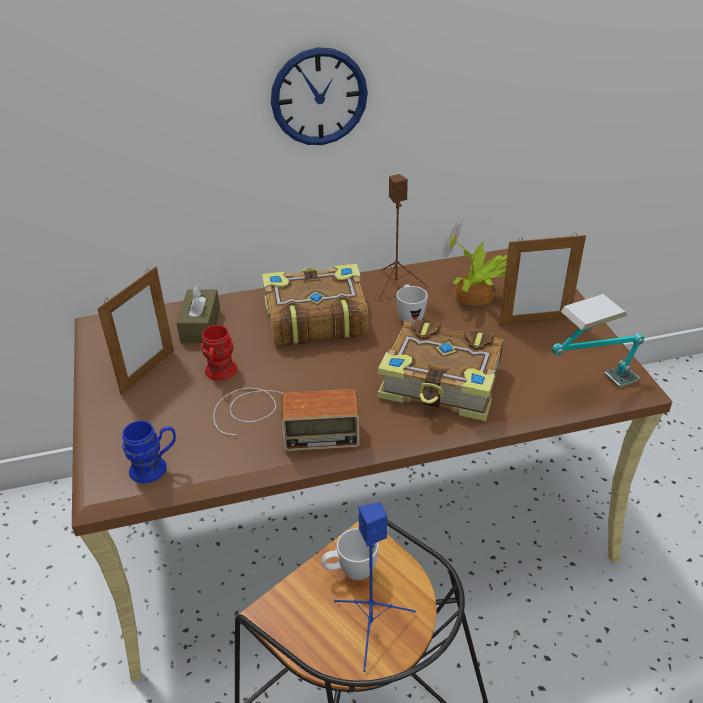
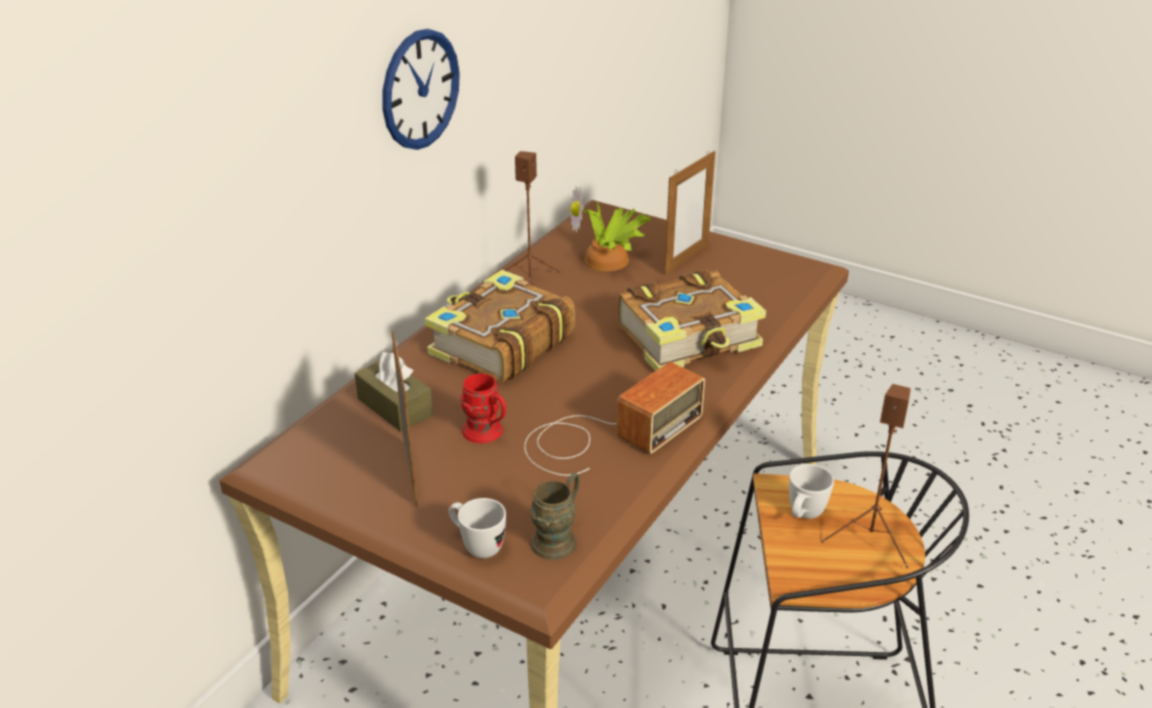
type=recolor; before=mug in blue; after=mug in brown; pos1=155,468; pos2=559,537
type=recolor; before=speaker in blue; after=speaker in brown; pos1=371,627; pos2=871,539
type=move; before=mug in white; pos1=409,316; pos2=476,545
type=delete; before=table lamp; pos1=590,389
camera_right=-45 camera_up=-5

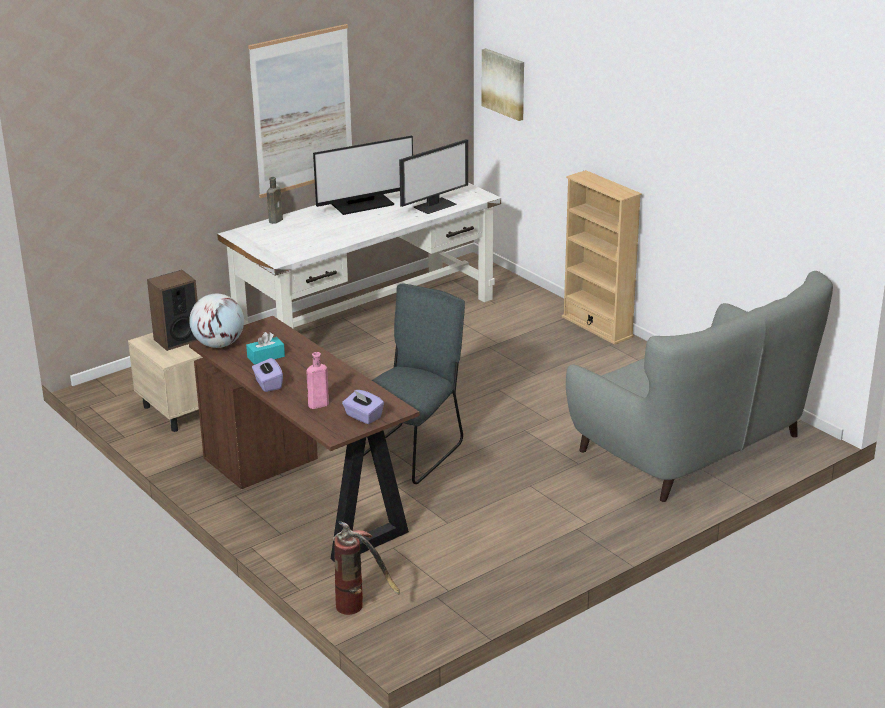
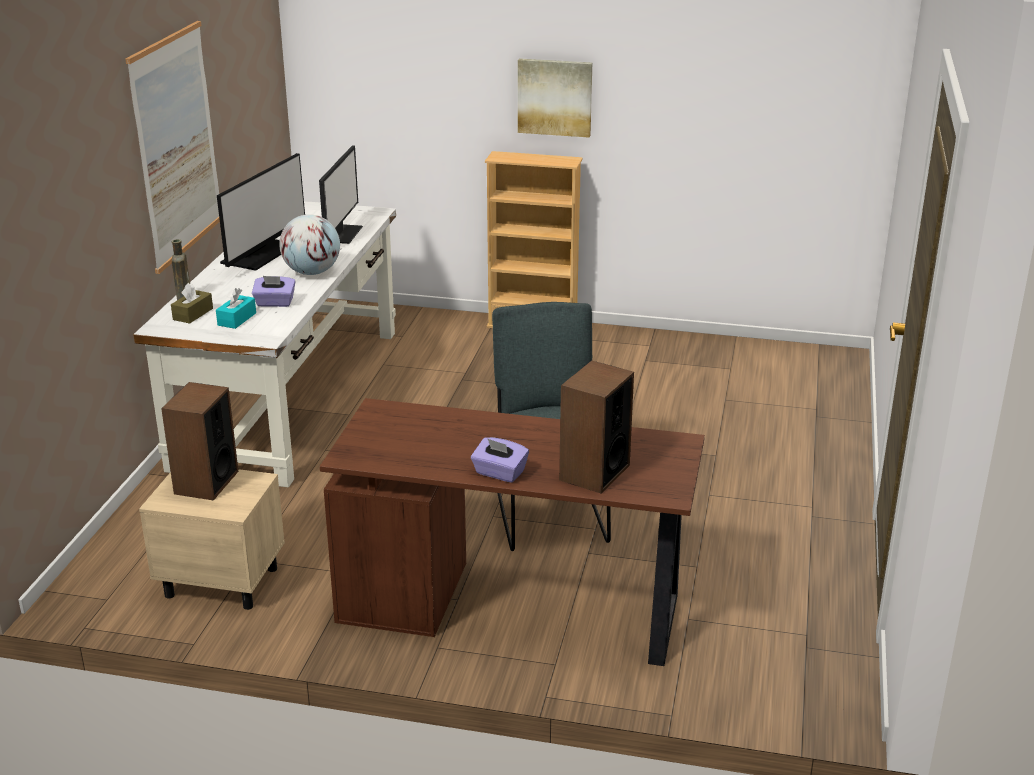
type=move; before=globe; pos1=218,344; pos2=311,272
type=move; before=tissue box in turquoise; pos1=266,357; pos2=237,319
type=replace; before=bottle in pink; after=speaker; pos1=317,405; pos2=594,472
type=delete; before=fire extinguisher; pos1=360,606
type=move; before=tissue box in purple; pos1=363,417; pos2=275,303
type=move; before=picture; pos1=504,83; pos2=555,97
type=delete; before=sofa in grey; pos1=693,446
type=insert; after=tissue box in brown; pos2=193,314
camera_right=-40 camera_up=0

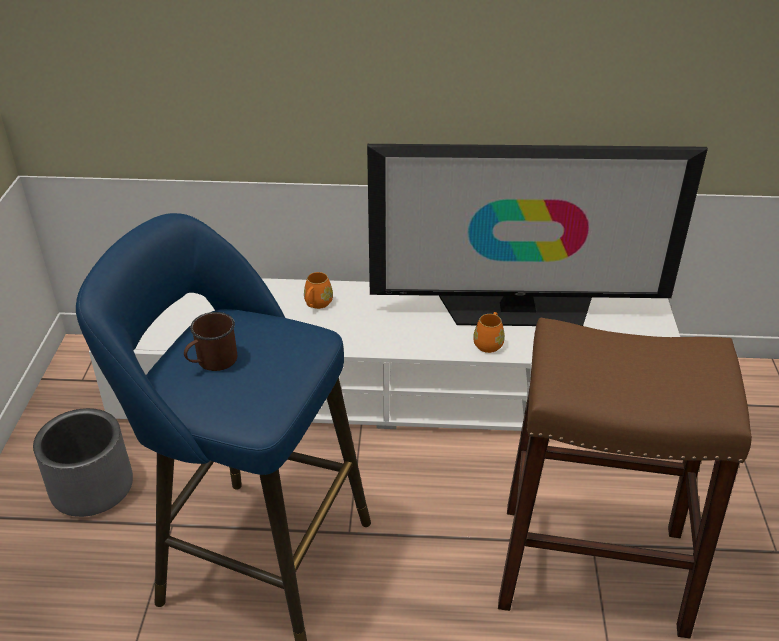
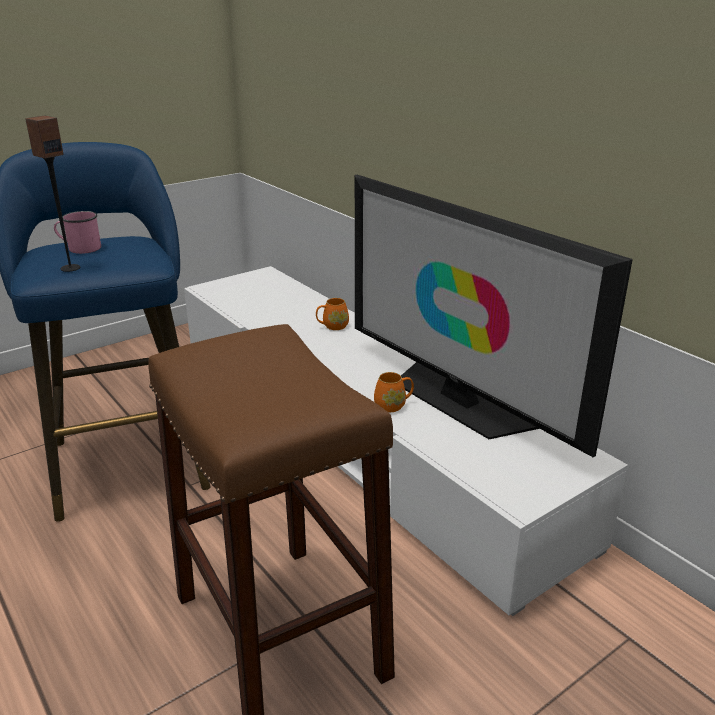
type=delete; before=planter in grey; pos1=92,487
type=recolor; before=mug in brown; after=mug in pink; pos1=212,362; pos2=80,248
type=insert; after=speaker; pos2=70,268
camera_right=50 camera_up=-10

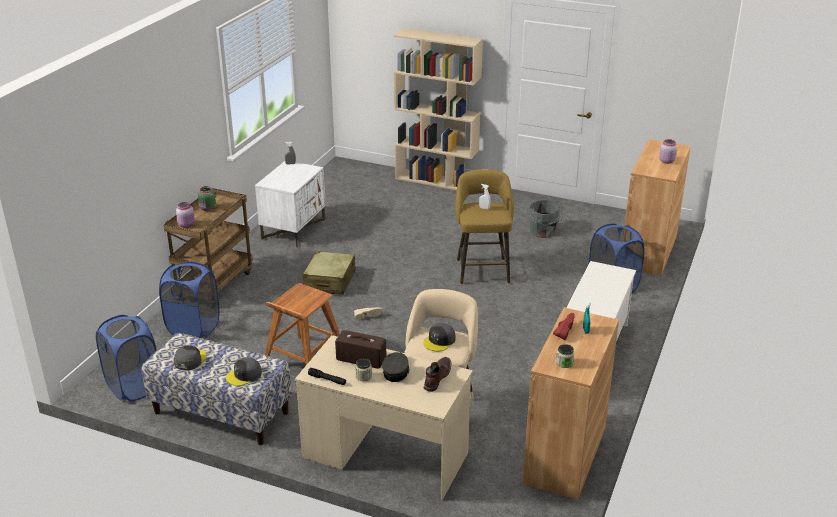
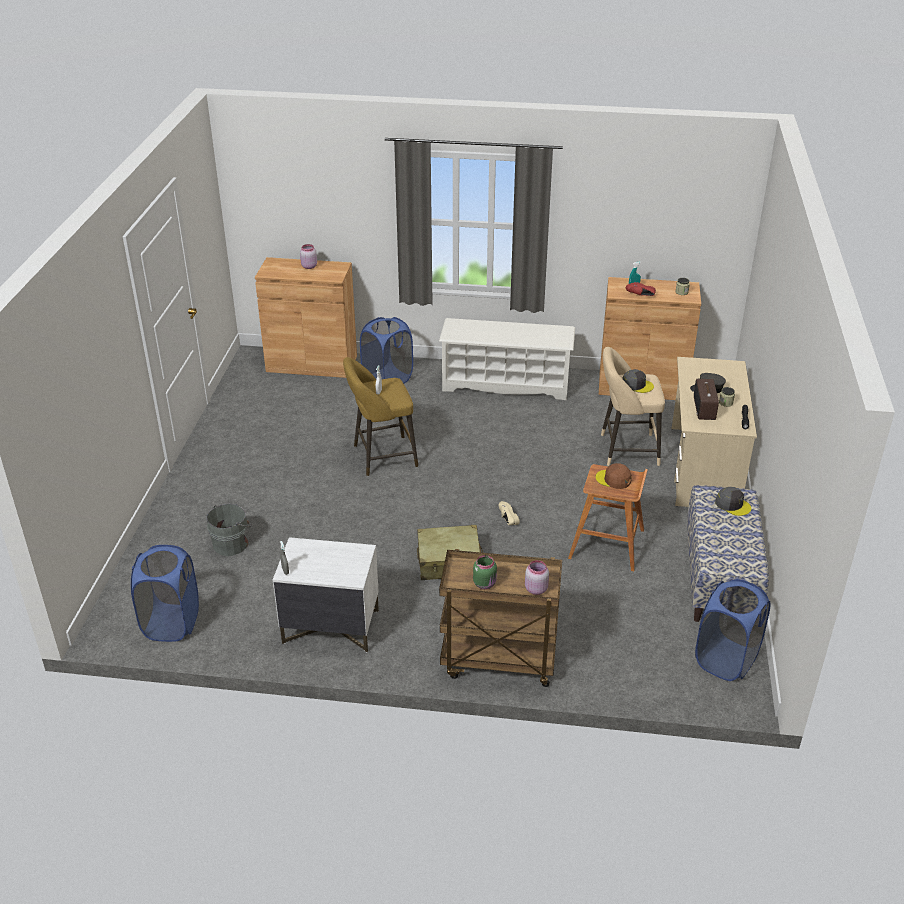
type=move; before=laundry basket in blue; pos1=194,328; pos2=171,623
type=delete; before=cap in grey; pos1=190,360
type=delete; before=bookcase in beige; pos1=437,181
type=delete; before=boot in brown; pos1=436,377
type=move; before=bucket in grey; pos1=543,232; pos2=232,543
type=insert; after=cap in brown; pos2=613,479
camera_right=-105 camera_up=5

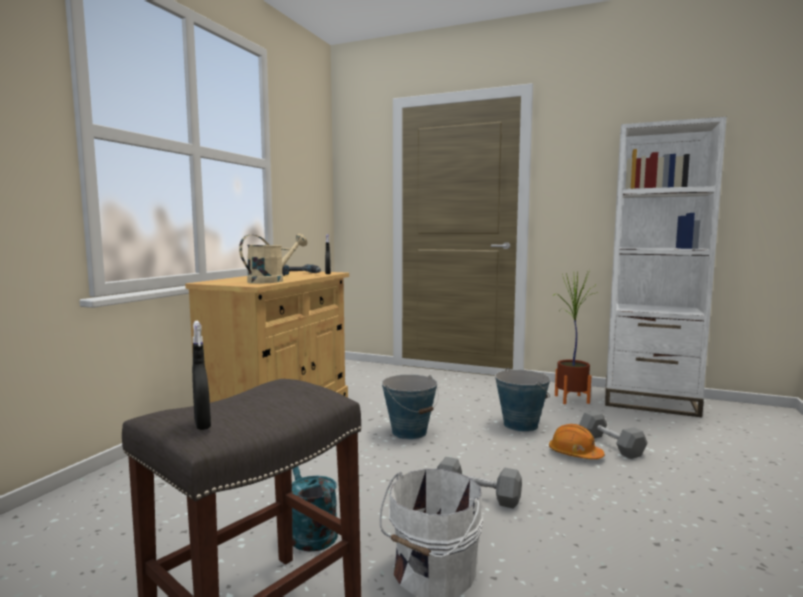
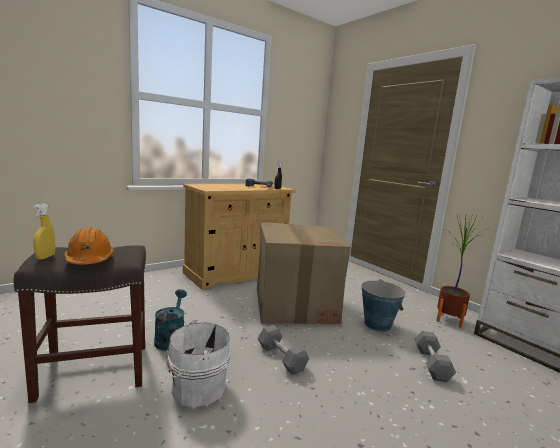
type=recolor; before=spray bottle in black; after=spray bottle in yellow; pos1=202,424; pos2=45,257
type=delete; before=watering can in beige; pos1=271,281
type=replace; before=bucket; after=cardboard box; pos1=409,432; pos2=294,304
type=move; before=hard hat in orange; pos1=574,454; pos2=89,260
camera_right=30 camera_up=5

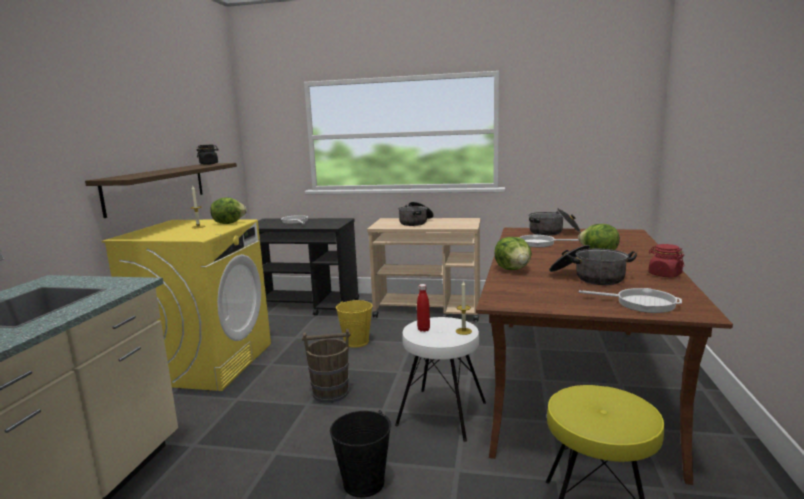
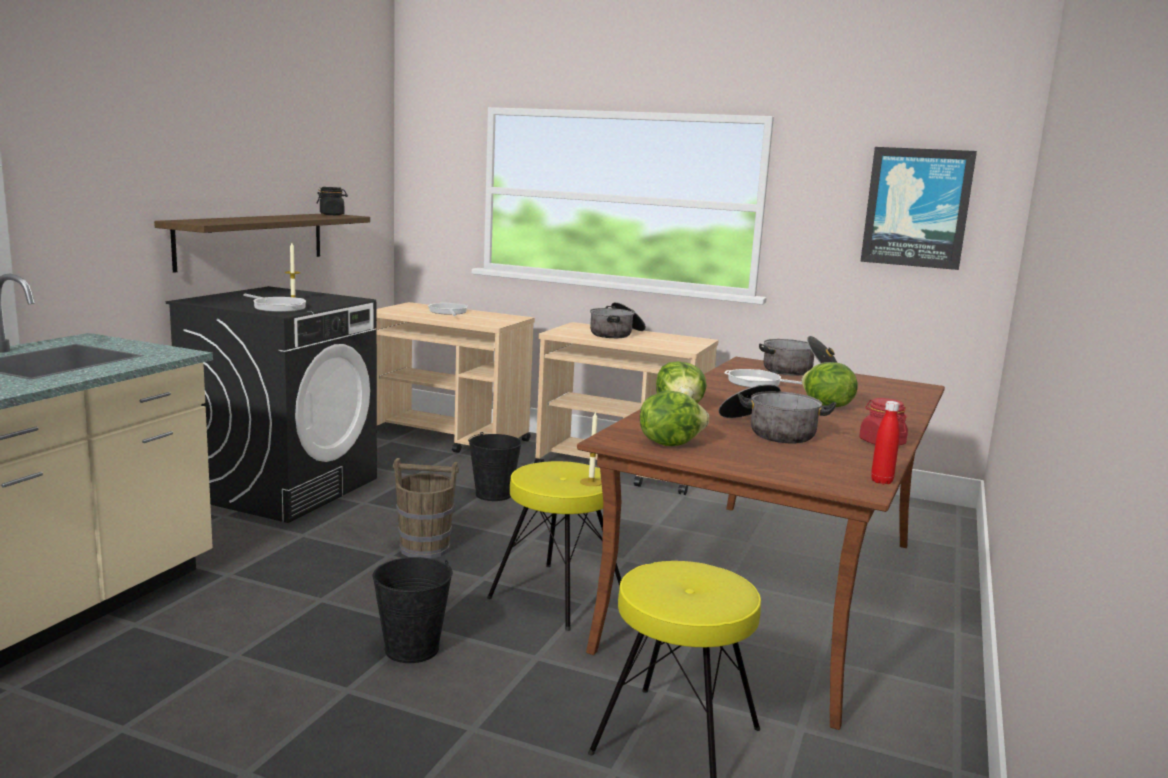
type=recolor; before=washing machine in yellow; after=washing machine in black; pos1=206,362; pos2=283,487
type=move; before=lettuce; pos1=228,223; pos2=669,443
type=recolor; before=cart in black; after=cart in beige; pos1=306,306; pos2=450,439
type=recolor; before=bucket in yellow; after=bucket in black; pos1=356,342; pos2=494,494
type=recolor; before=stool in white; after=stool in yellow; pos1=441,413; pos2=557,595
type=move; before=bottle in red; pos1=423,329; pos2=881,481
type=move; before=frying pan; pos1=641,303; pos2=277,307
type=insert; after=picture; pos2=916,208
camera_right=10 camera_up=0

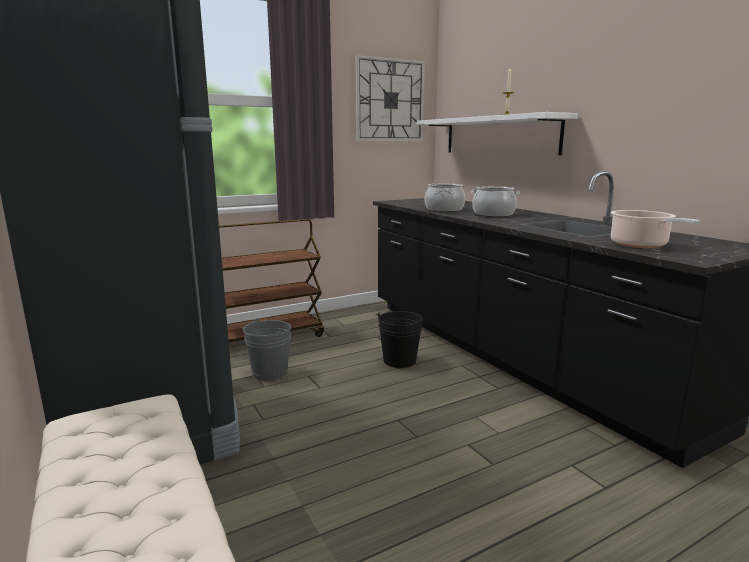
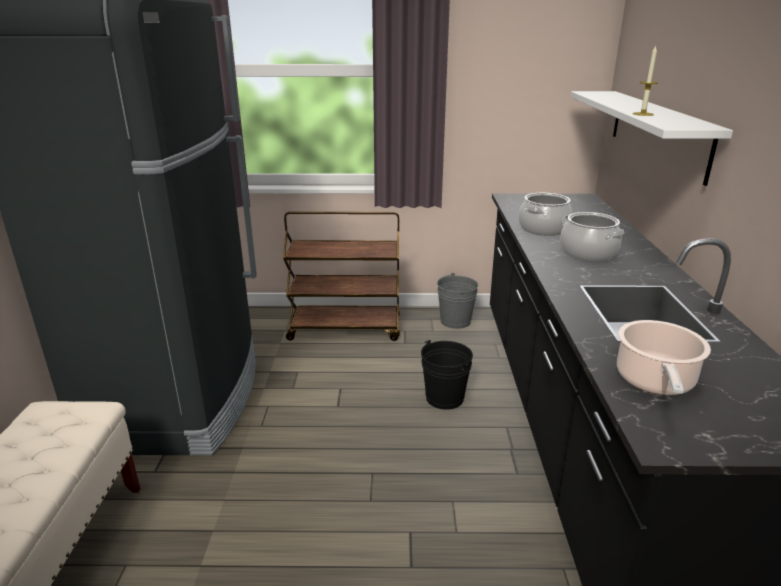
type=move; before=bucket in grey; pos1=270,372; pos2=455,321
type=delete; before=wall clock; pos1=390,100
camera_right=30 camera_up=10

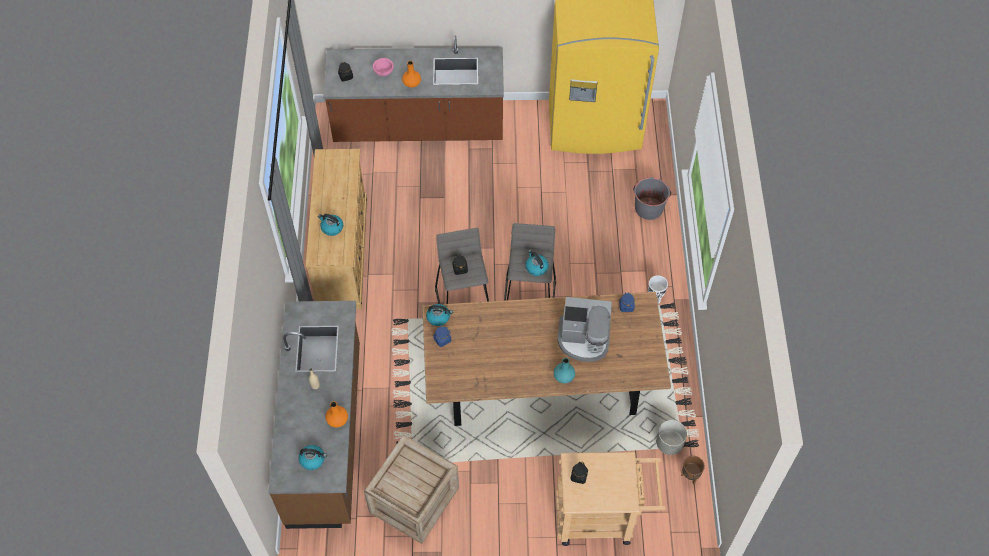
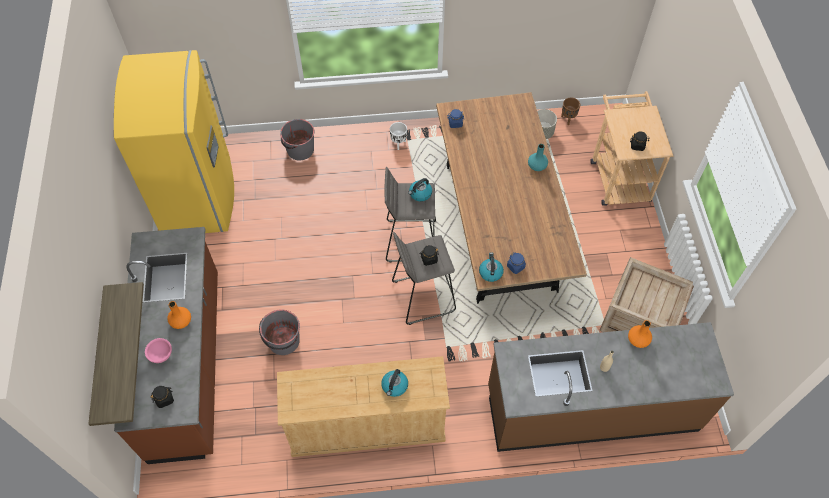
type=delete; before=kettle; pos1=313,459
type=delete; before=coffee machine; pos1=584,339
type=insert; after=shelf; pos2=101,358
type=insert; after=bucket in grey; pos2=283,341
camera_right=-95 camera_up=0

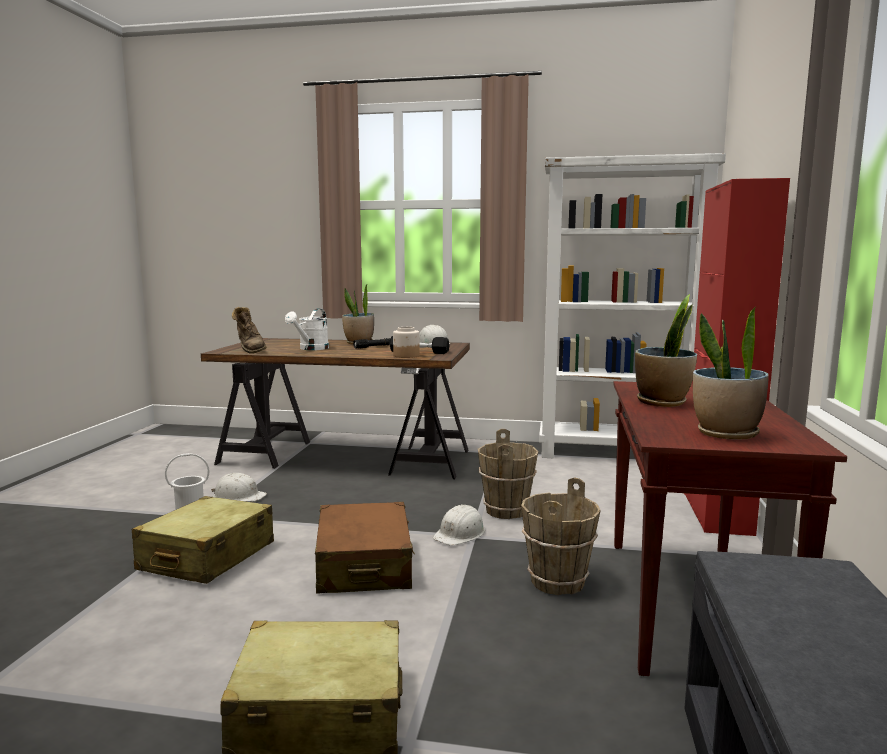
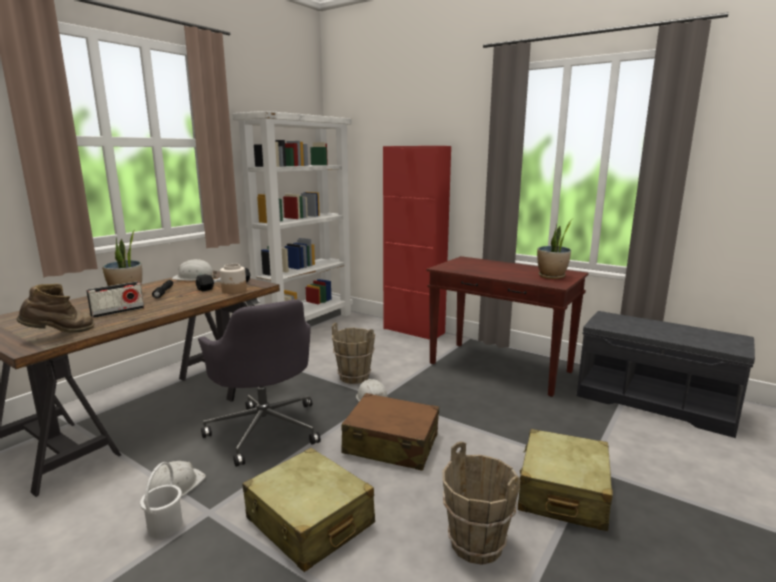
type=rotate; before=boot in brown; pos1=250,350; pos2=61,335; turn=-45
type=replace; before=watering can in white; after=radio; pos1=311,349; pos2=118,312
type=move; before=bucket in brown; pos1=556,582; pos2=476,544
type=delete; before=potted plant; pos1=662,402
type=insert; after=office chair in grey; pos2=265,429
camera_right=-65 camera_up=5

